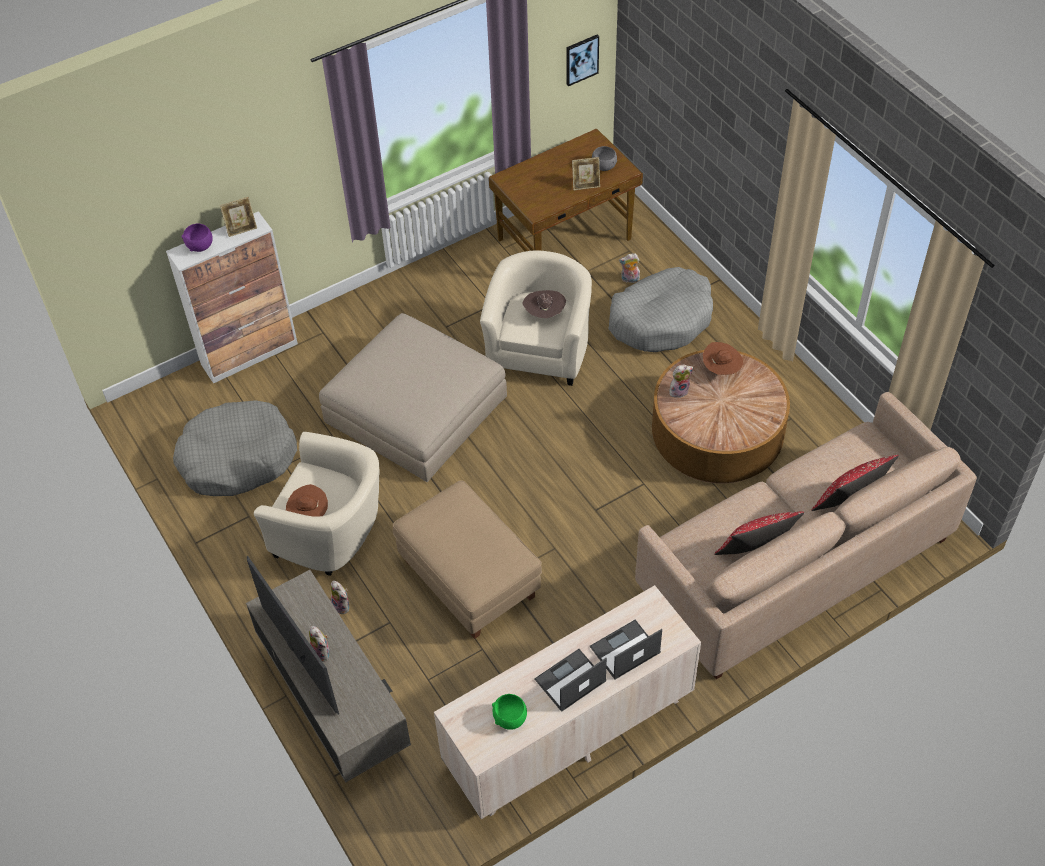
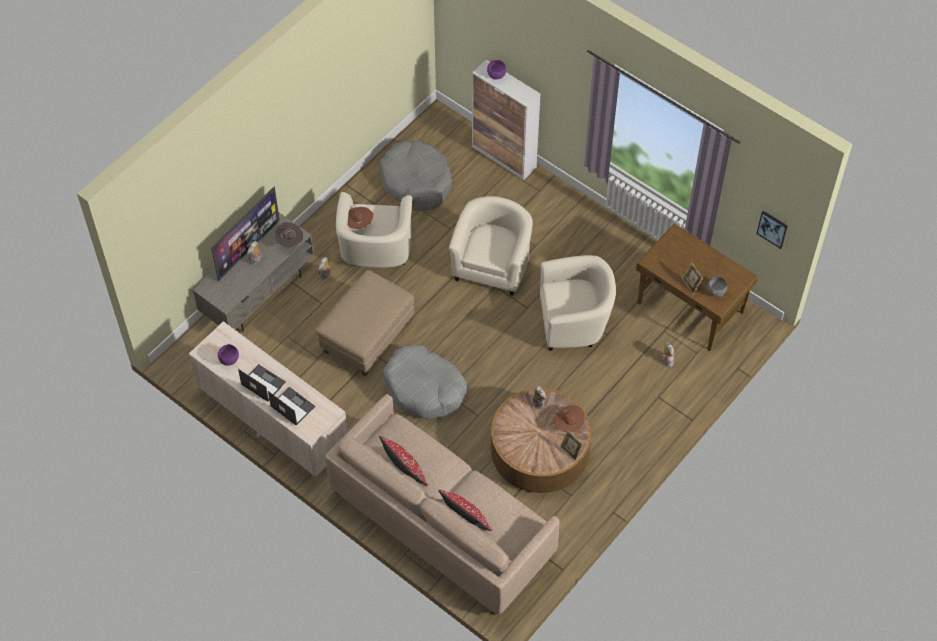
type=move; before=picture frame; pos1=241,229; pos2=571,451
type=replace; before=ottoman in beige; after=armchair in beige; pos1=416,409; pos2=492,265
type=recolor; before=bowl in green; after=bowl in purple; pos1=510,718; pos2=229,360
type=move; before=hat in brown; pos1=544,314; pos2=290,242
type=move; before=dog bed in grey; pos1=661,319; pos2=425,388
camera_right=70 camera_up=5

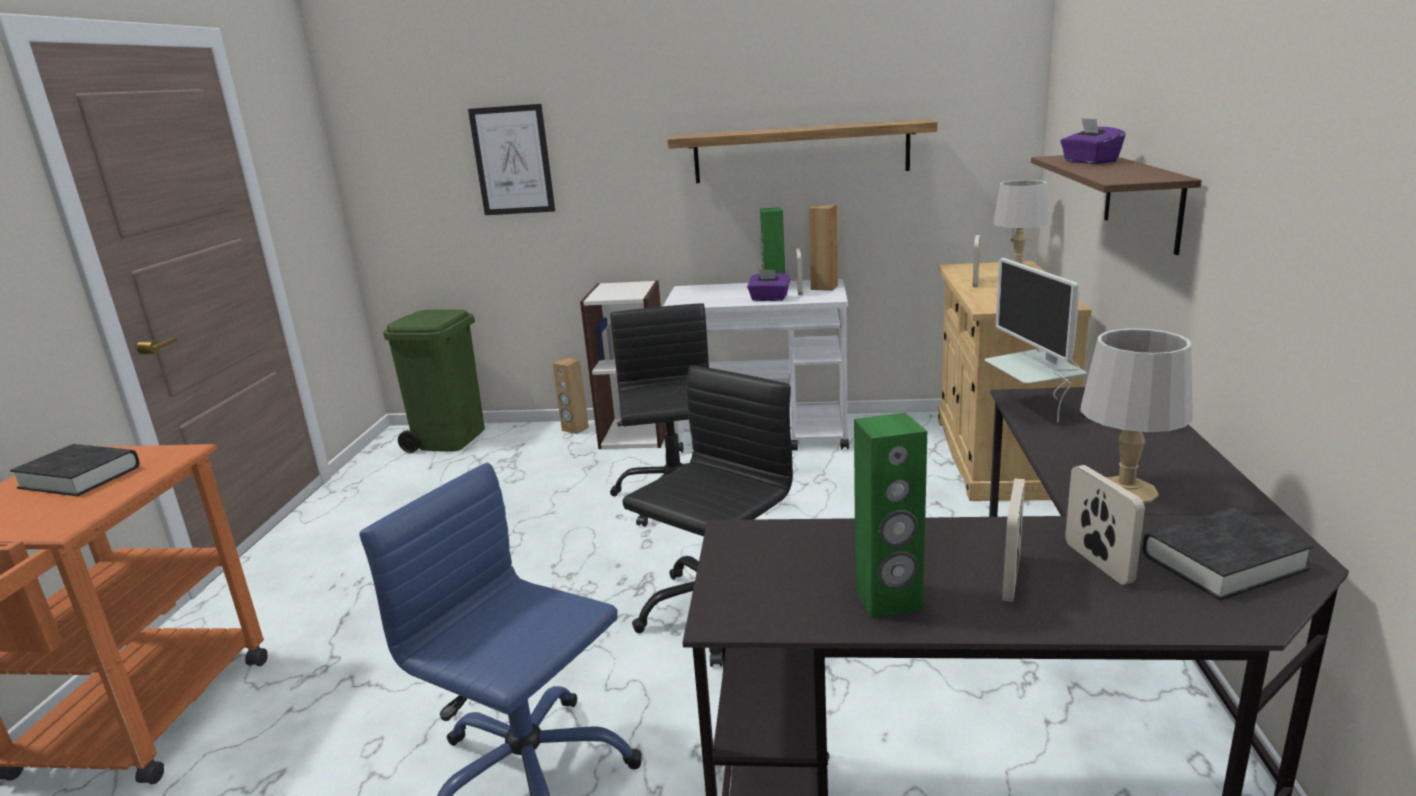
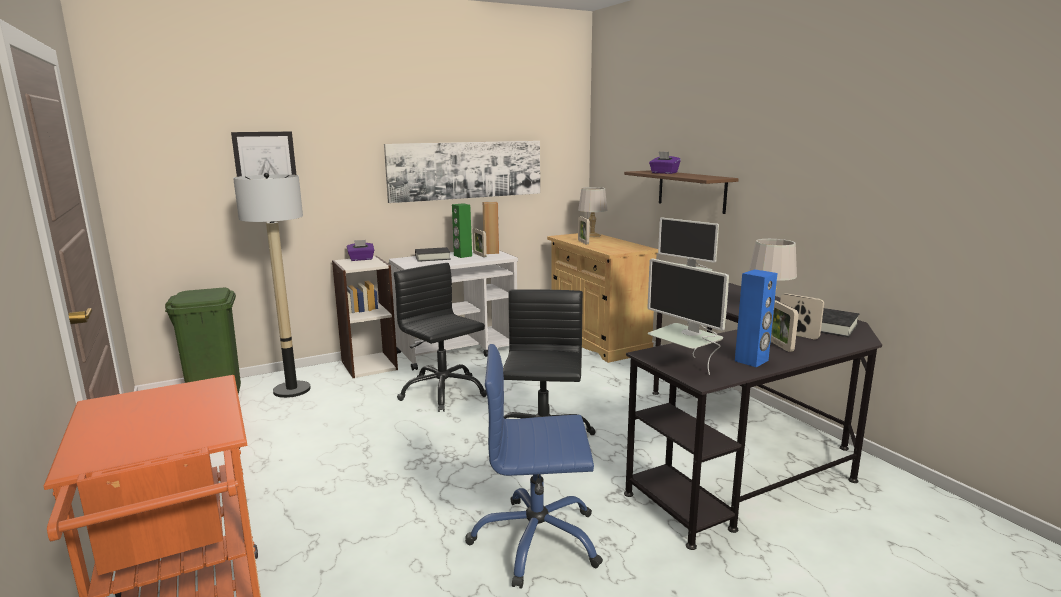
type=move; before=book in black; pos1=80,477; pos2=432,258
type=delete; before=speaker in brown; pos1=575,429
type=replace; before=shelf; after=picture; pos1=800,152; pos2=466,170
type=move; before=tissue box in purple; pos1=769,299; pos2=361,259
type=recolor; before=speaker in green; after=speaker in blue; pos1=888,600; pos2=752,361
type=insert; after=floor lamp; pos2=292,390
type=insert; after=monitor; pos2=684,366
camera_right=-35 camera_up=-5

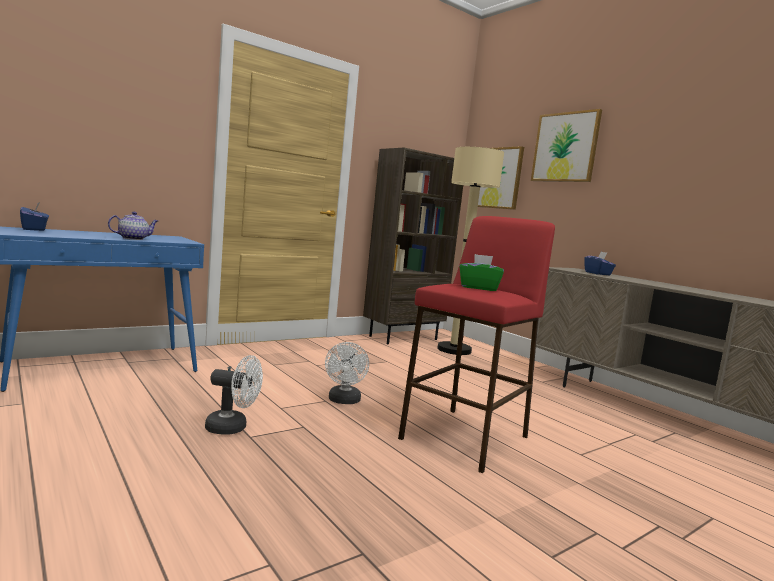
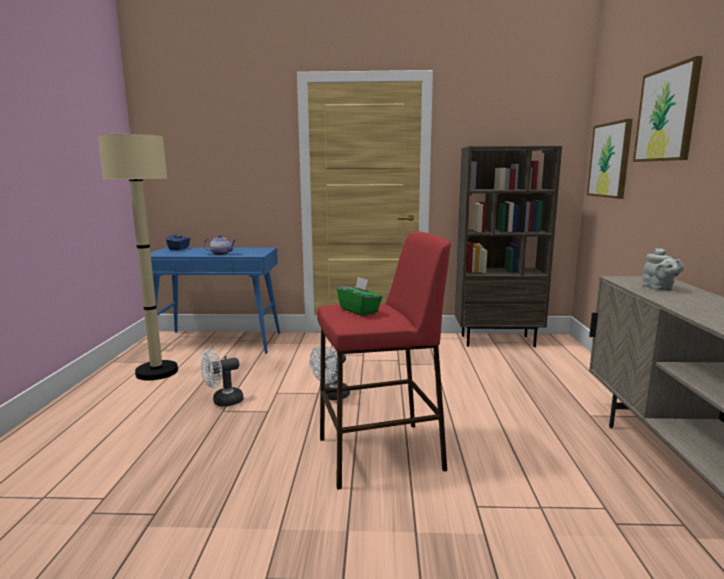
type=rotate; before=fan in white; pos1=233,428; pos2=223,401; turn=105
type=move; before=floor lamp in beige; pos1=454,350; pos2=157,372
type=replace; before=tissue box in blue; after=teapot in grey; pos1=597,273; pos2=659,288
camera_right=40 camera_up=5

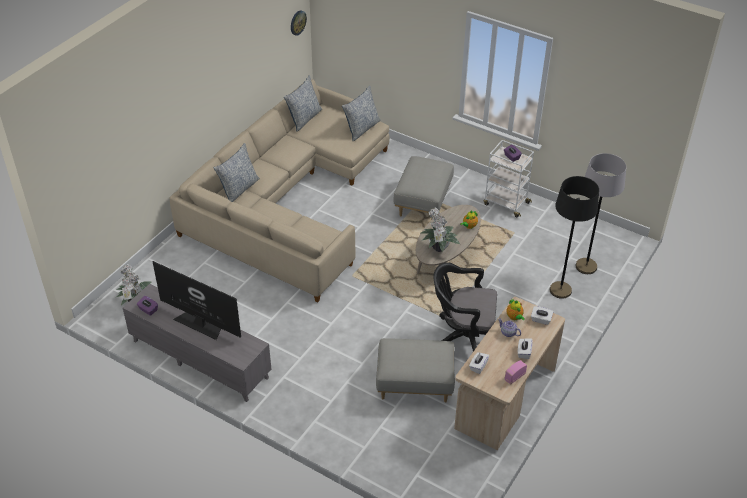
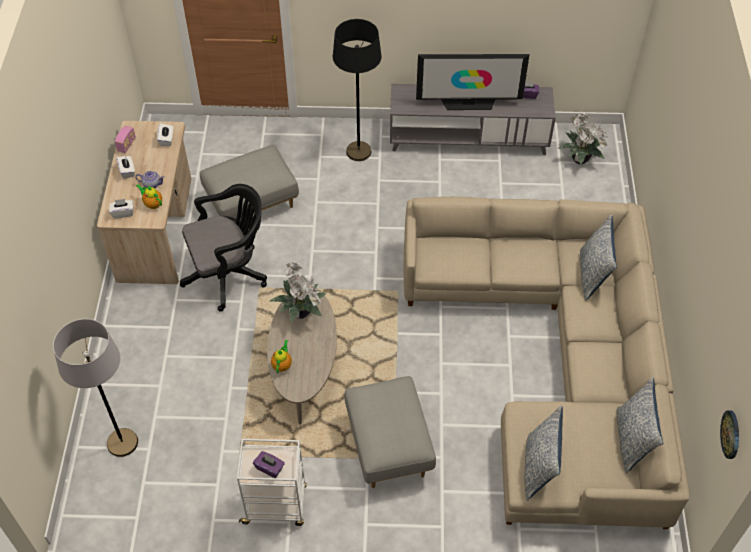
type=move; before=floor lamp in black; pos1=560,290; pos2=358,152
camera_right=150 camera_up=10

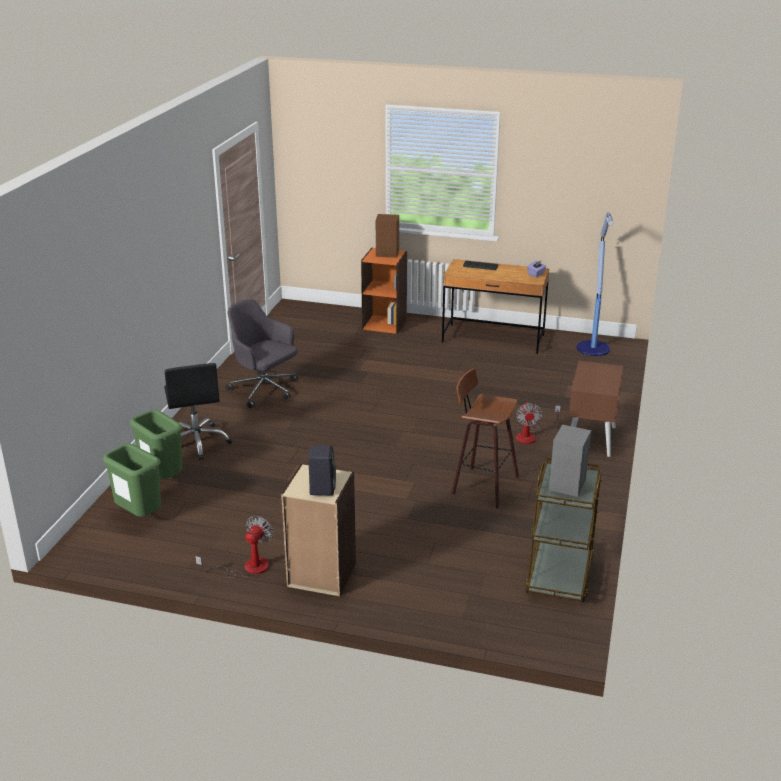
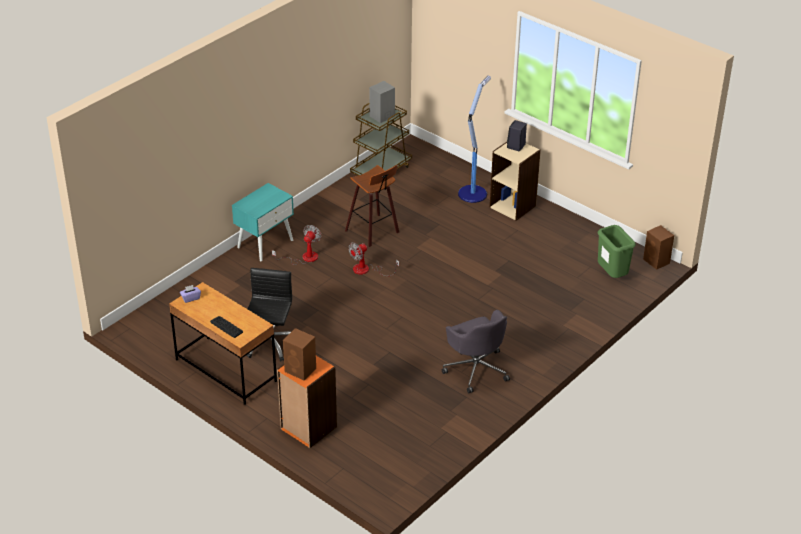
type=delete; before=trash can in green; pos1=163,479
type=move; before=office chair in black; pos1=197,442; pos2=270,343
type=move; before=fan; pos1=247,568; pos2=367,270
type=recolor; before=nightstand in brown; after=nightstand in turquoise; pos1=591,438; pos2=265,243
type=move; before=floor lamp; pos1=593,349; pos2=473,193
type=insert; after=speaker in brown; pos2=656,261
camera_right=-155 camera_up=10

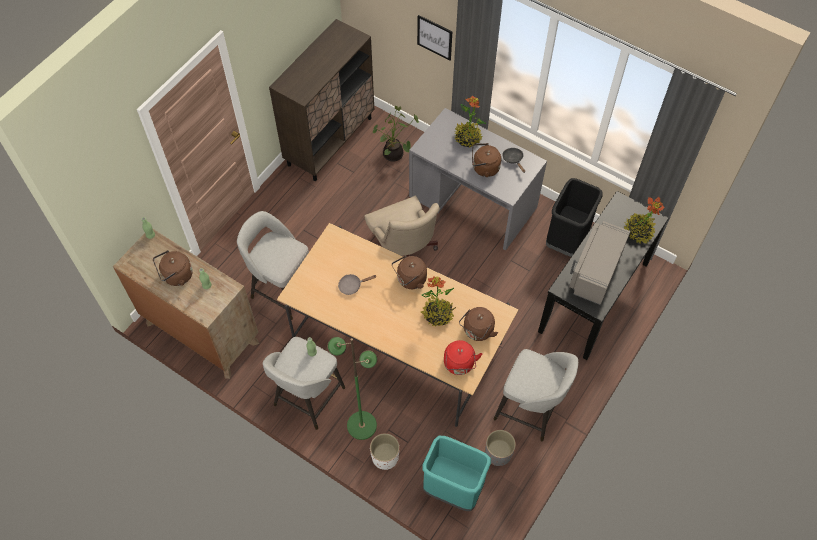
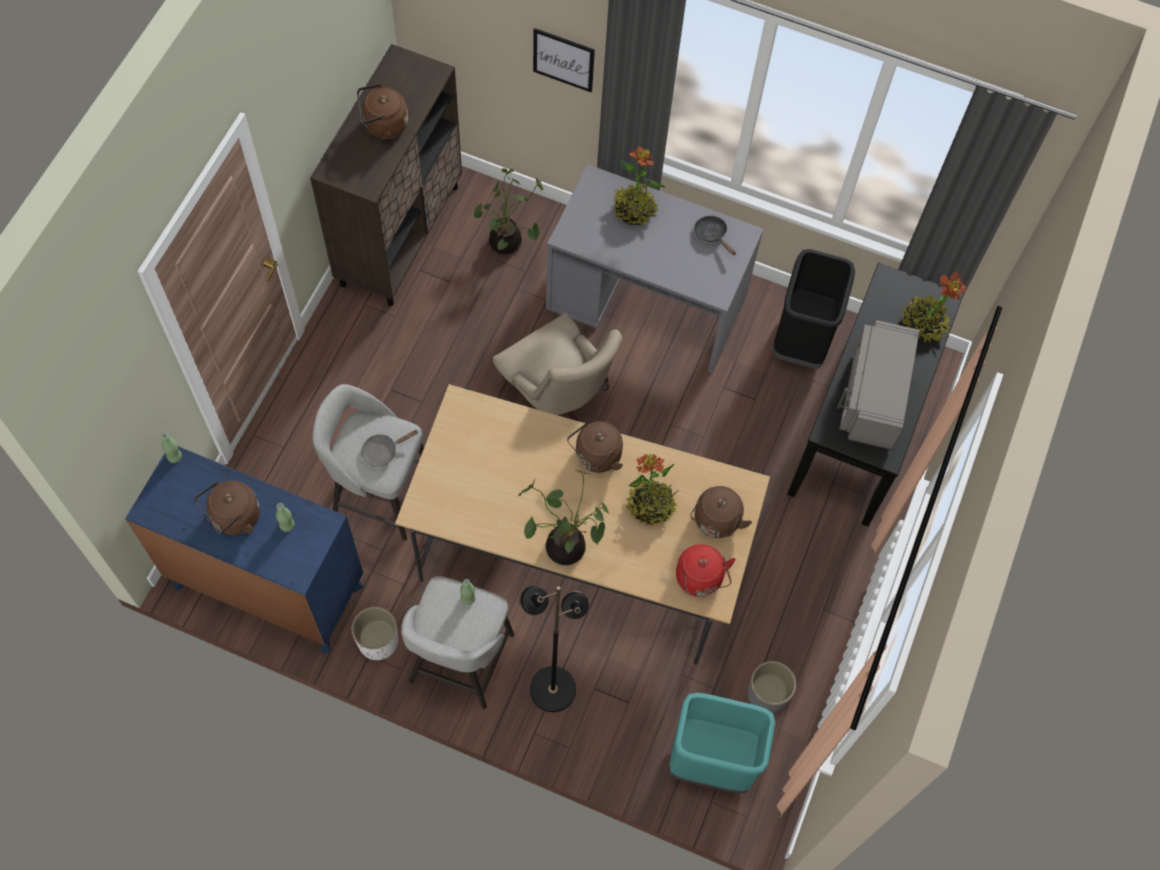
type=recolor; before=dresser in brown; after=dresser in blue; pos1=202,333; pos2=268,586
type=recolor; before=floor lamp in green; after=floor lamp in black; pos1=361,425; pos2=552,688
type=move; before=frying pan in grey; pos1=352,286; pos2=383,451
type=move; before=planter in white; pos1=385,457; pos2=378,642
type=move; before=kettle in brown; pos1=484,168; pos2=383,126
type=delete; before=stool in grey; pos1=530,409
type=insert; after=potted plant; pos2=565,544
camera_right=-15 camera_up=5

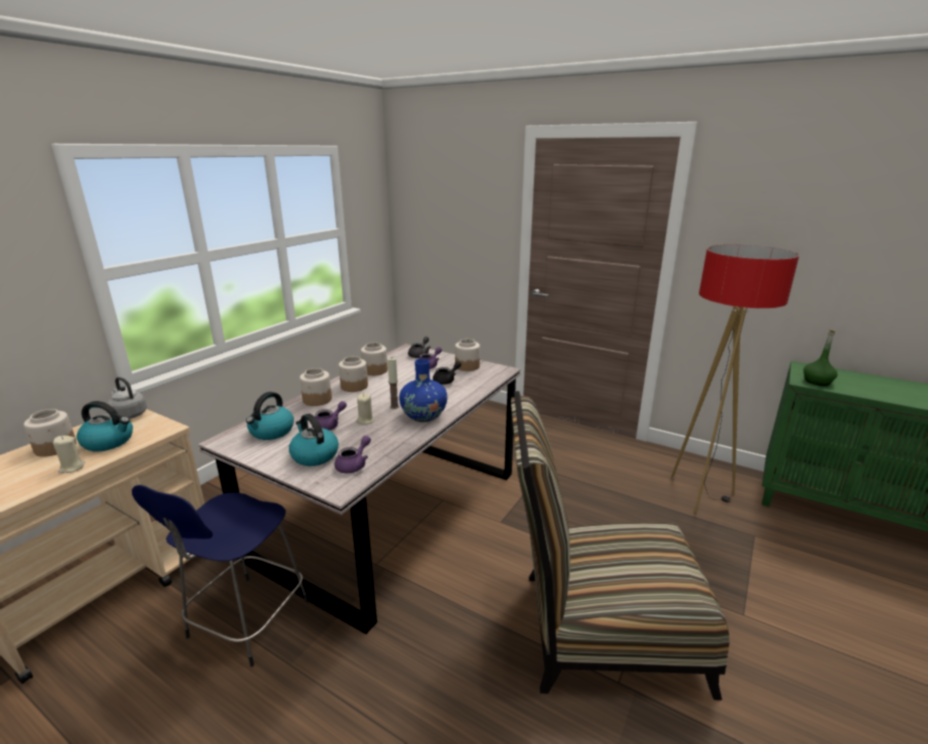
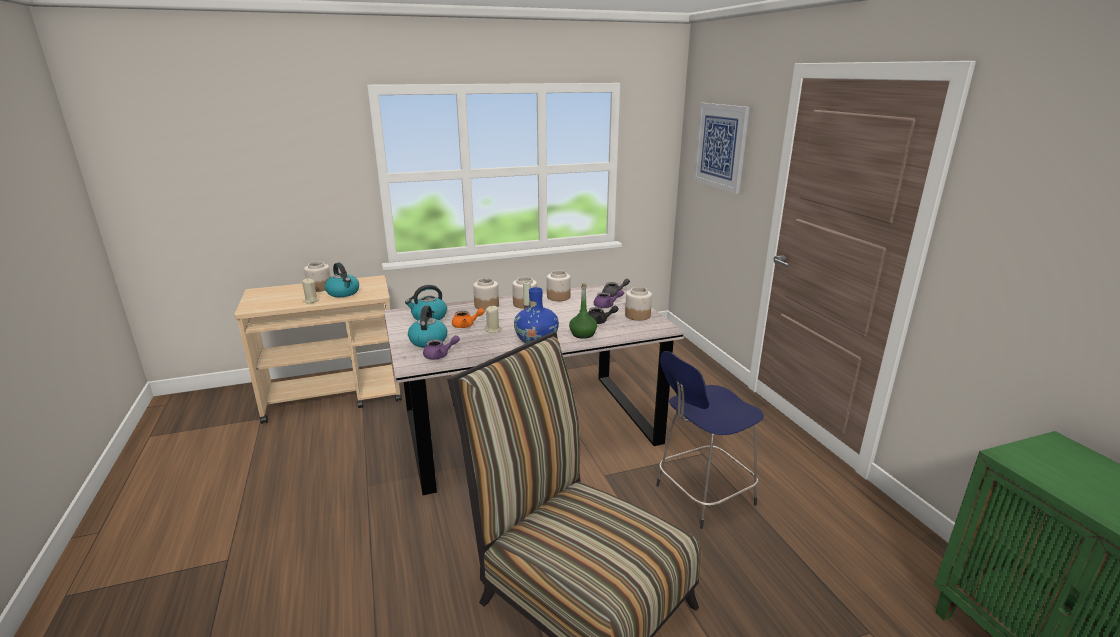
type=delete; before=kettle in grey; pos1=128,414
type=move; before=stool in blue; pos1=246,622; pos2=702,496
type=recolor; before=teapot in purple; after=teapot in orange; pos1=329,425; pos2=466,325
type=delete; before=floor lamp; pos1=700,494
type=move; before=bottle in green; pos1=817,381; pos2=583,334
type=insert; after=picture; pos2=720,146
camera_right=40 camera_up=0

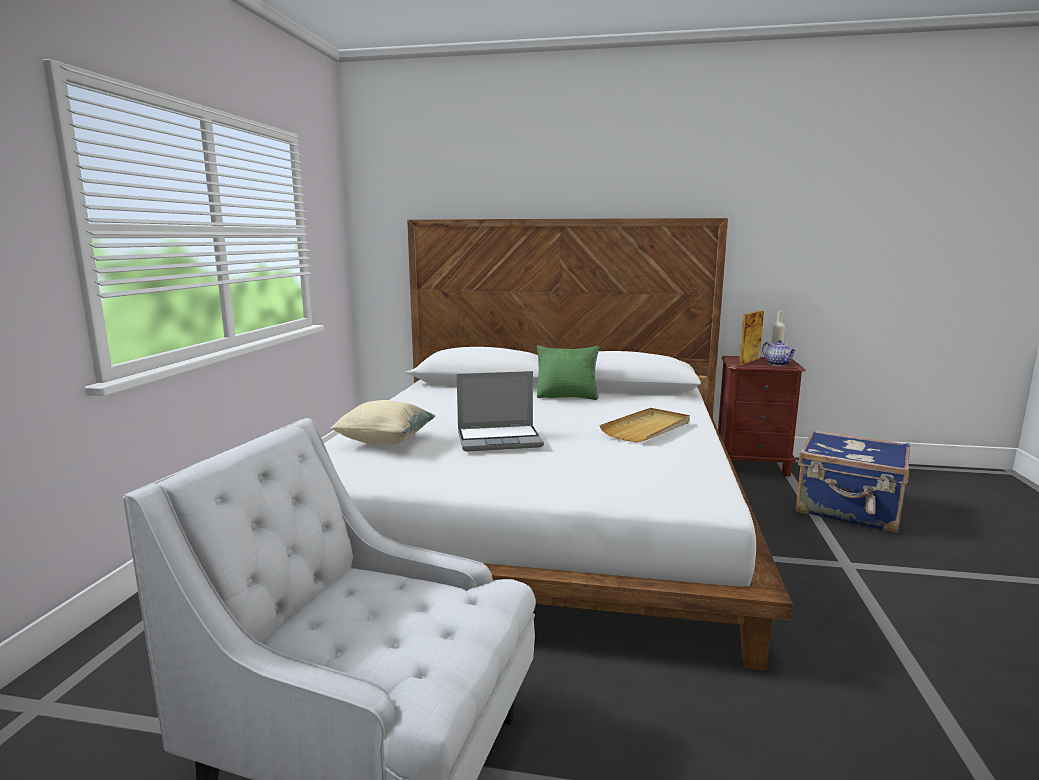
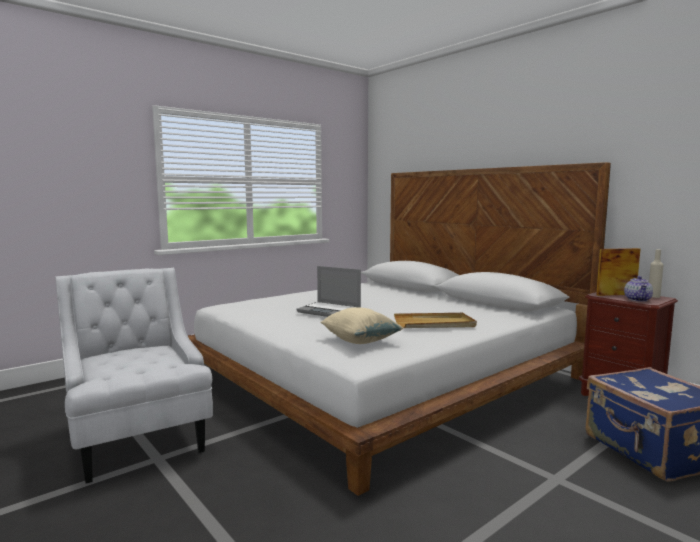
type=move; before=pillow in beige; pos1=385,441; pos2=360,341
type=delete; before=pillow in green; pos1=567,397
camera_right=40 camera_up=-5

